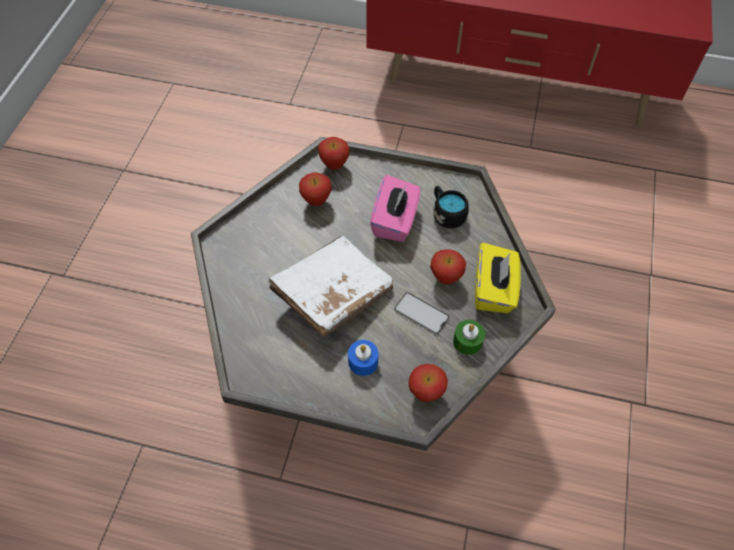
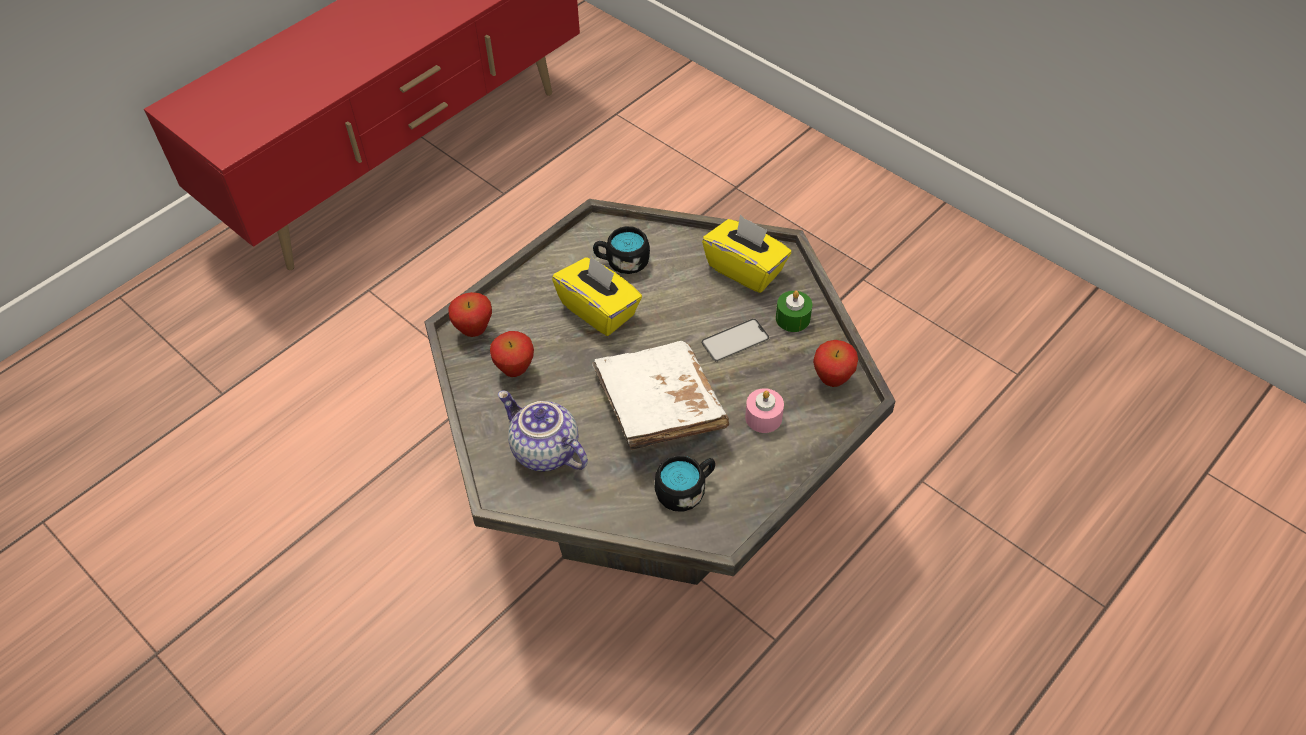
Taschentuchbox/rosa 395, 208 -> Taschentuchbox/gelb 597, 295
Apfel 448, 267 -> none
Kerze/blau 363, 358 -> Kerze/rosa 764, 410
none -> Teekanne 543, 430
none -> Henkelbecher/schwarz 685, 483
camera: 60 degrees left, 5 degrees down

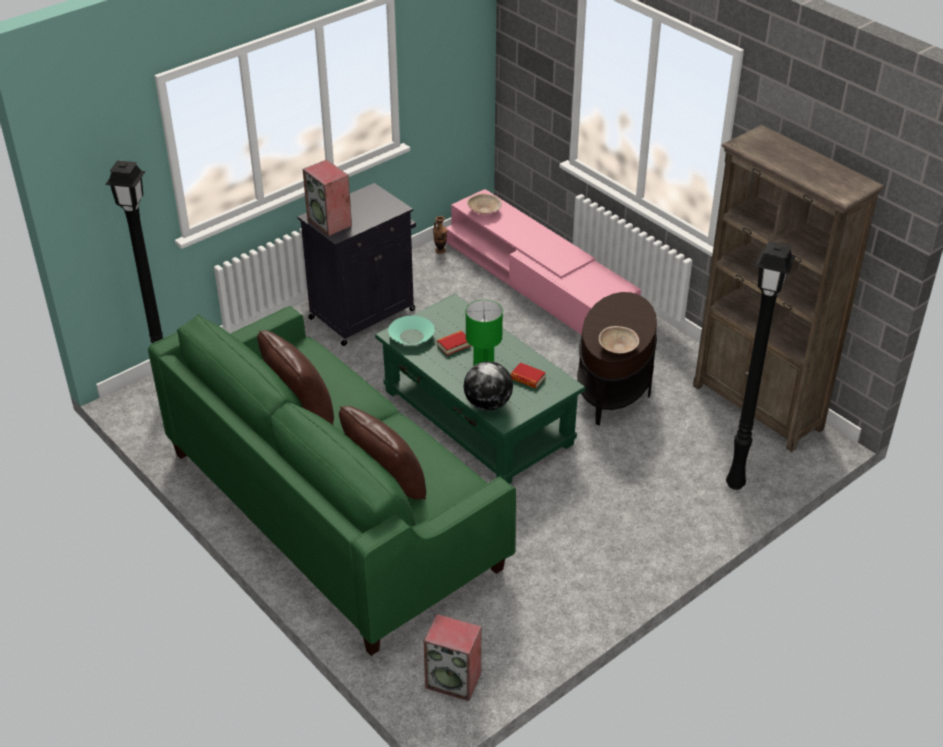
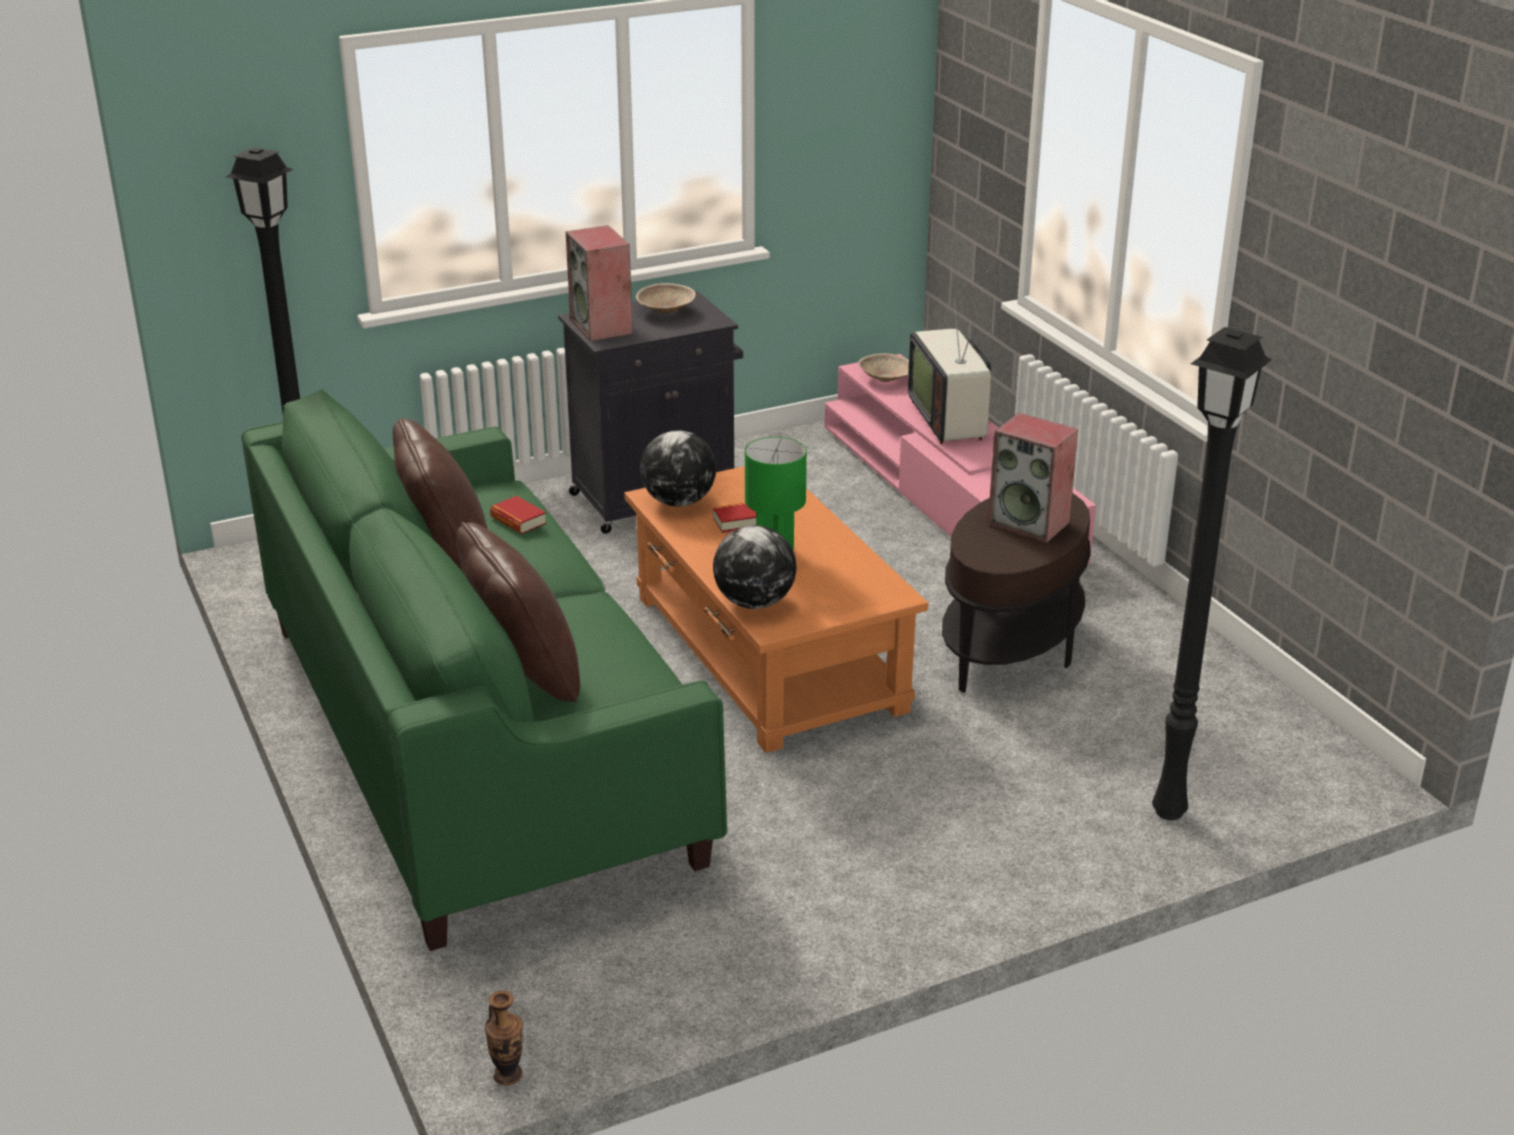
Bücherregal/braun 788, 288 -> none
Vase 440, 235 -> Vase 504, 1038, relocated
Couchtisch/grün 480, 389 -> Couchtisch/orange 776, 609
Schüssel/türkis 411, 330 -> Globus 678, 468
Schüssel/beige 619, 340 -> Schüssel/beige 666, 298, relocated
Buch 528, 375 -> Buch 518, 515, relocated
Lautsprecher 452, 657 -> Lautsprecher 1033, 478, relocated
none -> Fernseher 949, 370
camera: 15 degrees right, 10 degrees down

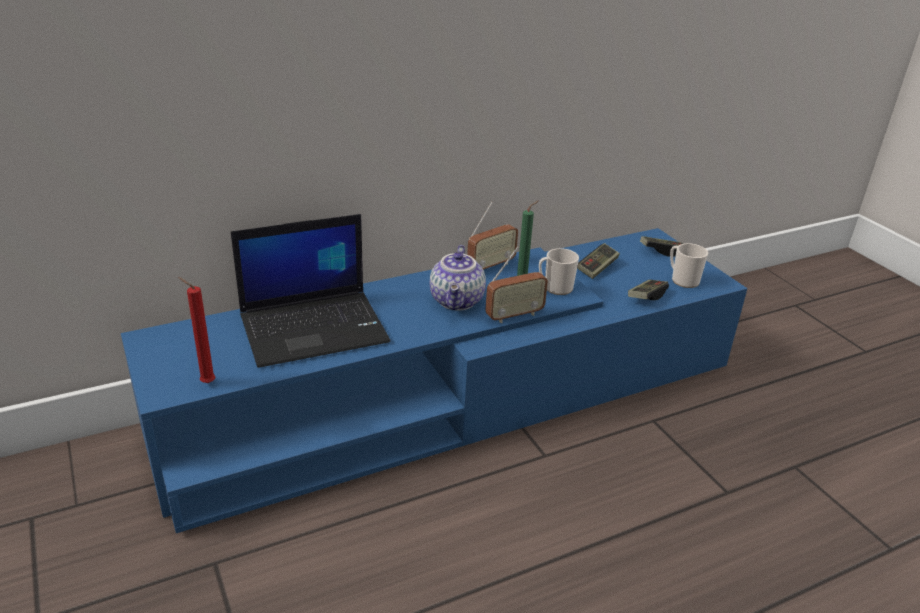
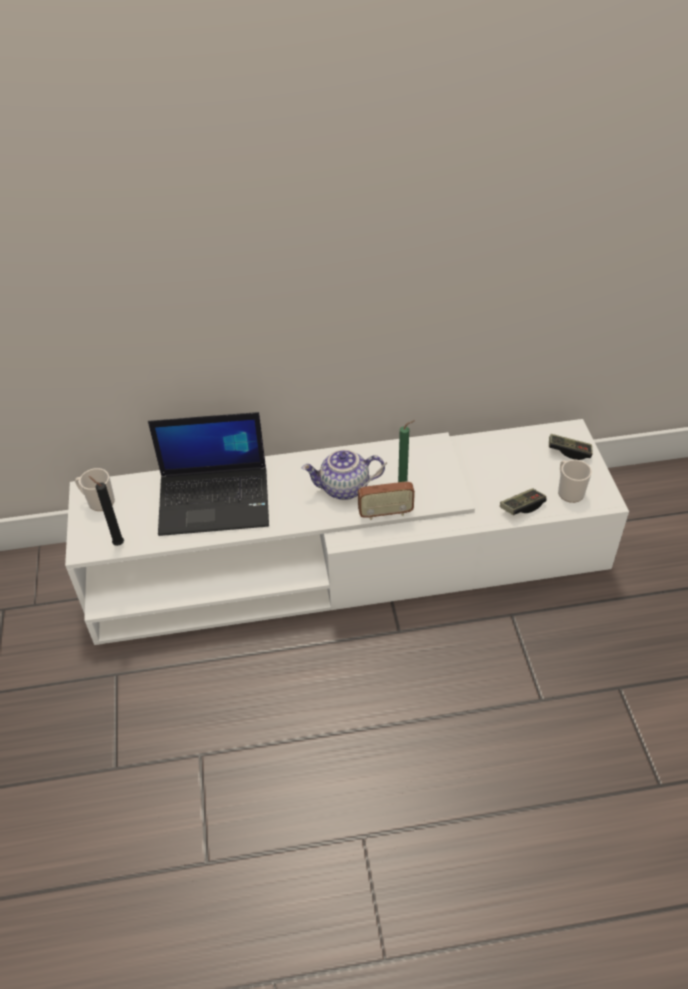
Radio 492, 236 -> none
Fernsehschrank/blau 434, 380 -> Fernsehschrank/weiß 347, 532
Gamepad 598, 261 -> none
Teekanne 458, 277 -> Teekanne 343, 474, 60 degrees clockwise
Henkelbecher 559, 271 -> Henkelbecher 95, 489, relocated
Kerze/rot 197, 330 -> Kerze/schwarz 106, 511
camera: 20 degrees right, 15 degrees up

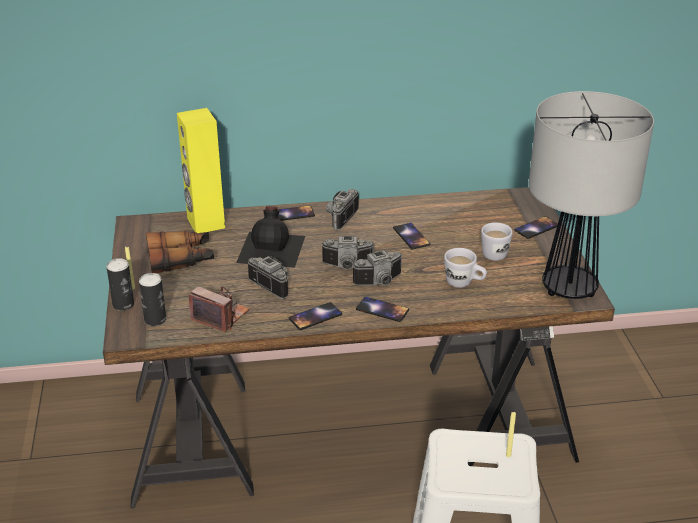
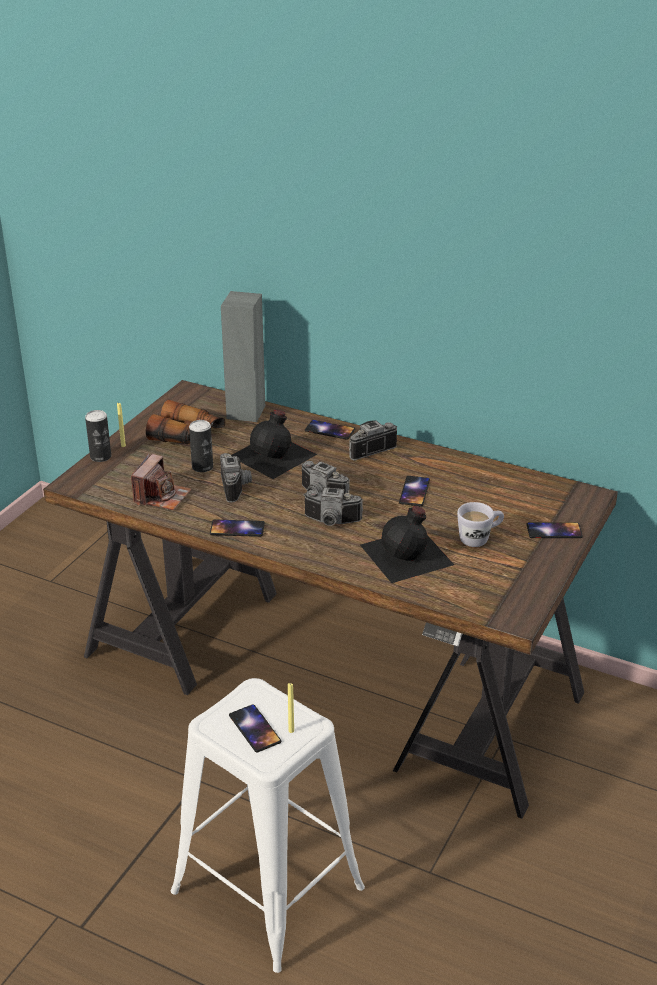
Tischlampe 591, 195 -> none
Lautsprecher/gelb 201, 170 -> Lautsprecher/grau 243, 356
Henkelbecher/weiß 465, 268 -> Flasche/schwarz 407, 544
Dose 152, 299 -> Dose 201, 446, relocated
Kamera 219, 309 -> Kamera 161, 482, 45 degrees clockwise
Handy 382, 309 -> Handy 255, 728, relocated
camera: 35 degrees right, 0 degrees up

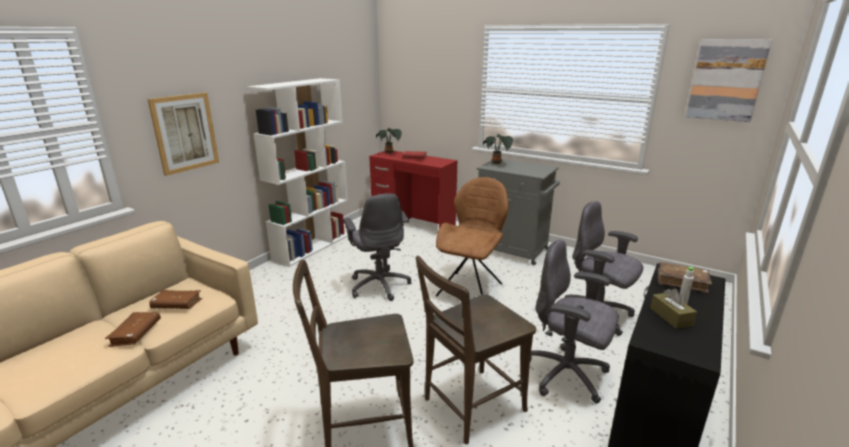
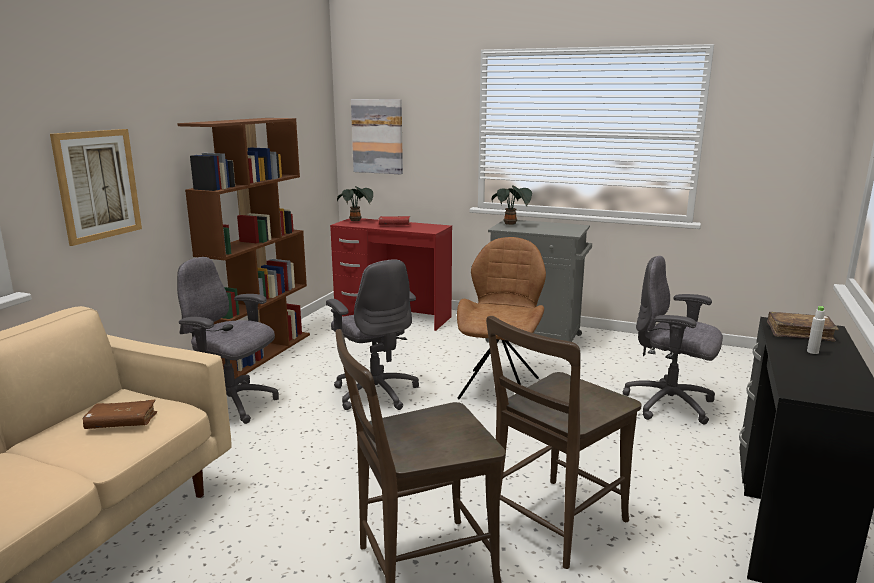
Bild 729, 80 -> Bild 377, 136, relocated
Bücherregal/weiß 297, 172 -> Bücherregal/braun 243, 248
Bürostuhl/grau 574, 322 -> Bürostuhl/grau 228, 340, relocated
Taschentuchbox/braun 673, 309 -> none
Buch/braun 133, 329 -> none
camera: 10 degrees left, 5 degrees down

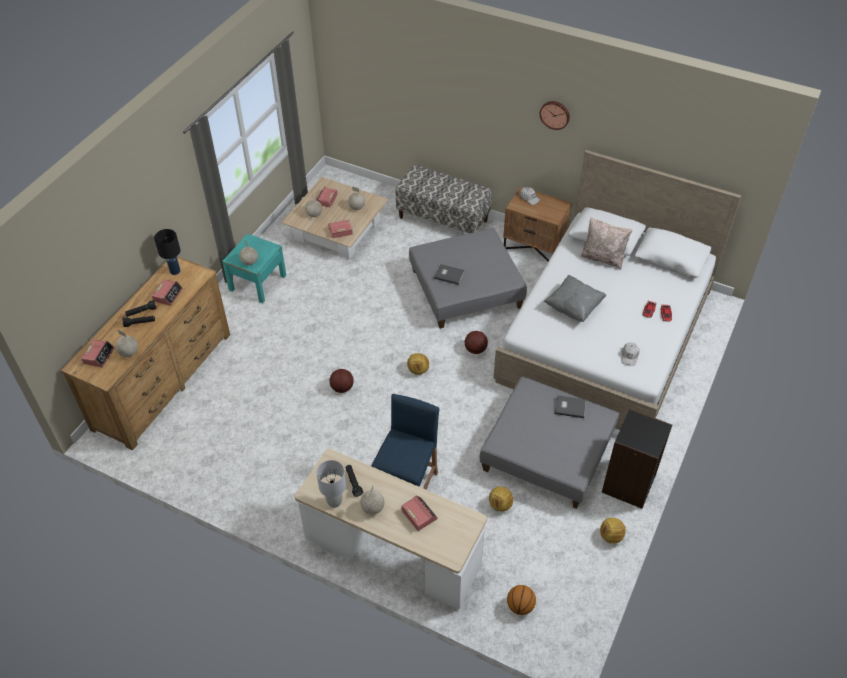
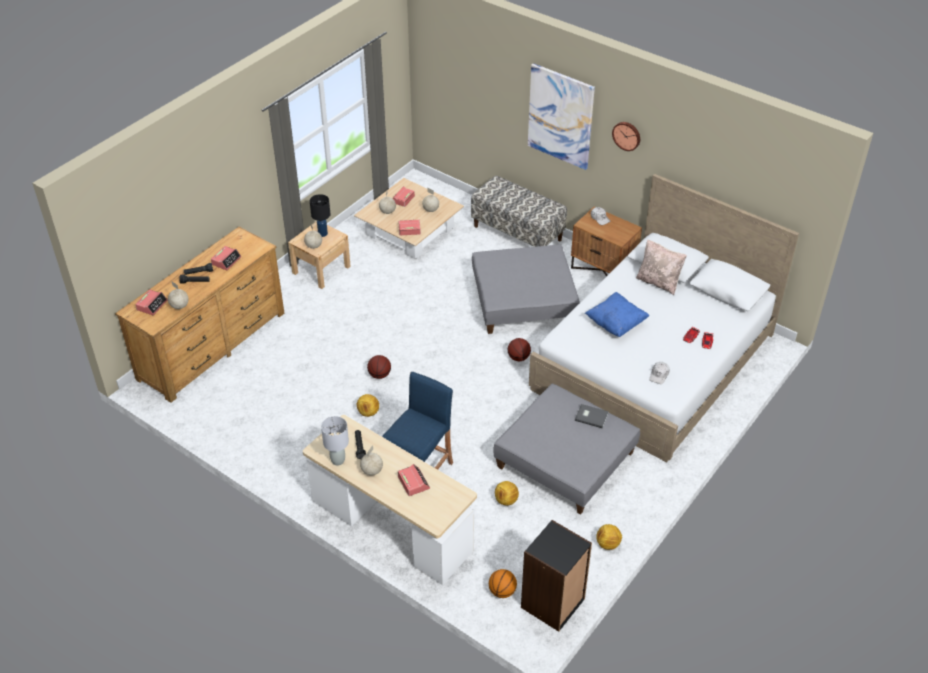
Tischlampe/schwarz 167, 252 -> Tischlampe/schwarz 320, 215, relocated
Nachttisch/türkis 254, 268 -> Nachttisch/beige 319, 255
Buch/grau 449, 274 -> none
Kissen/grau 575, 298 -> Kissen/blau 617, 314
Fußball 418, 364 -> Fußball 368, 405, relocated
Bücherregal/schwarz 637, 459 -> Bücherregal/schwarz 556, 576, relocated
none -> Bild 561, 116
camera: 10 degrees right, 5 degrees down

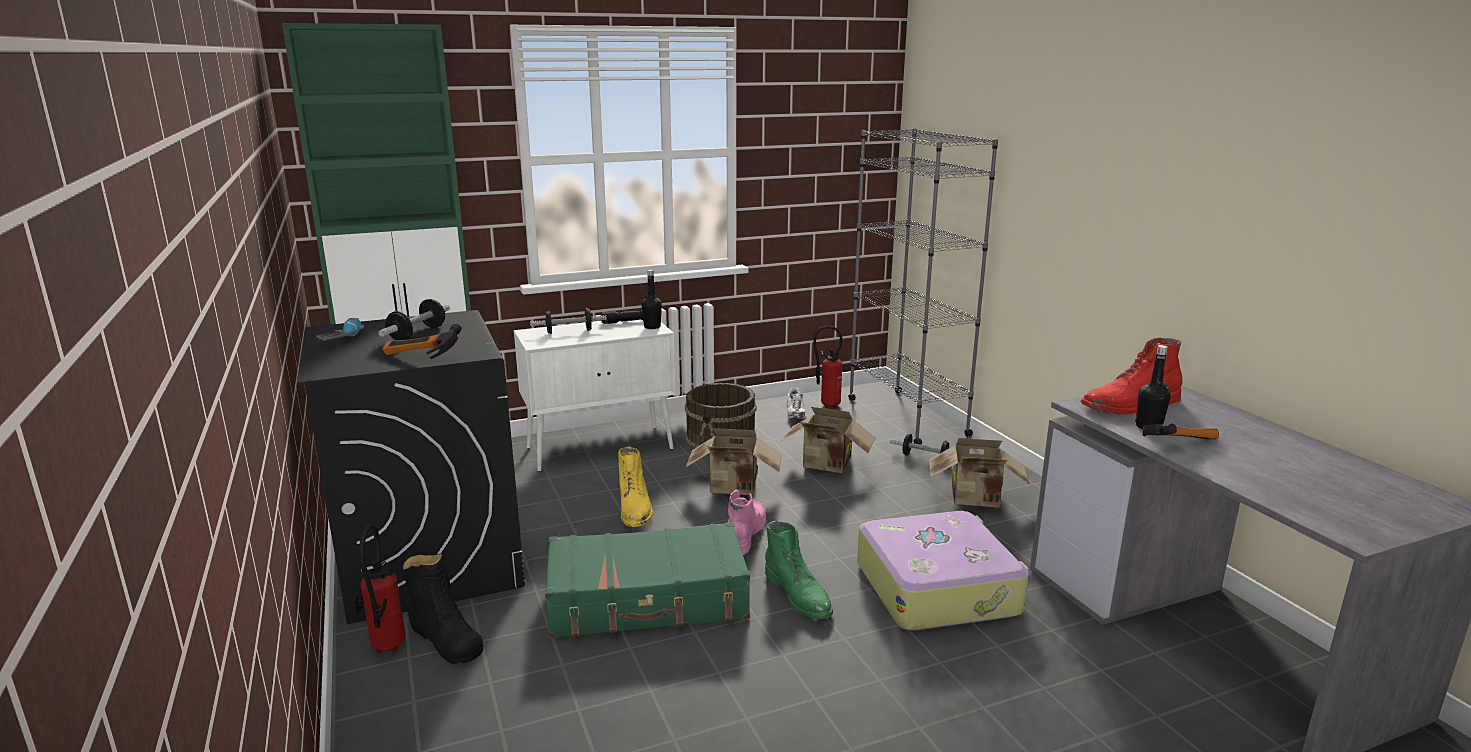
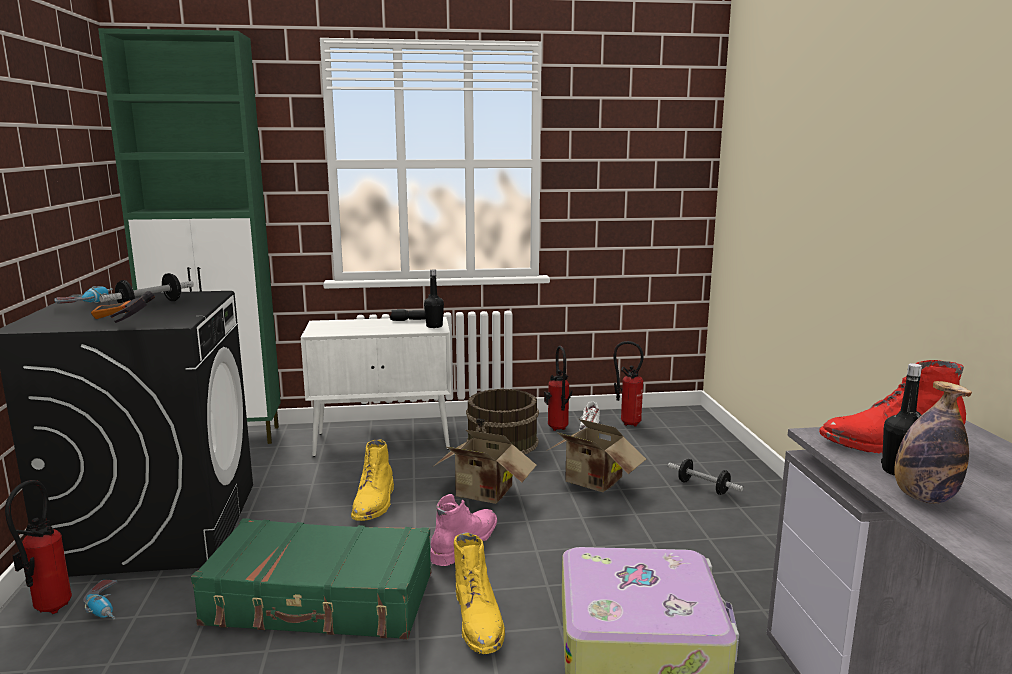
Bücherregal/grau 923, 286 -> none
Hantel 568, 321 -> none
Hammer 1180, 432 -> Flasche 933, 442
Karton 979, 473 -> none
Stiefel/grün 799, 570 -> Stiefel/gelb 479, 593
Stiefel/schwarz 442, 608 -> Bohrmaschine 100, 599
none -> Feuerlöscher 558, 388
camera: 15 degrees right, 5 degrees down

